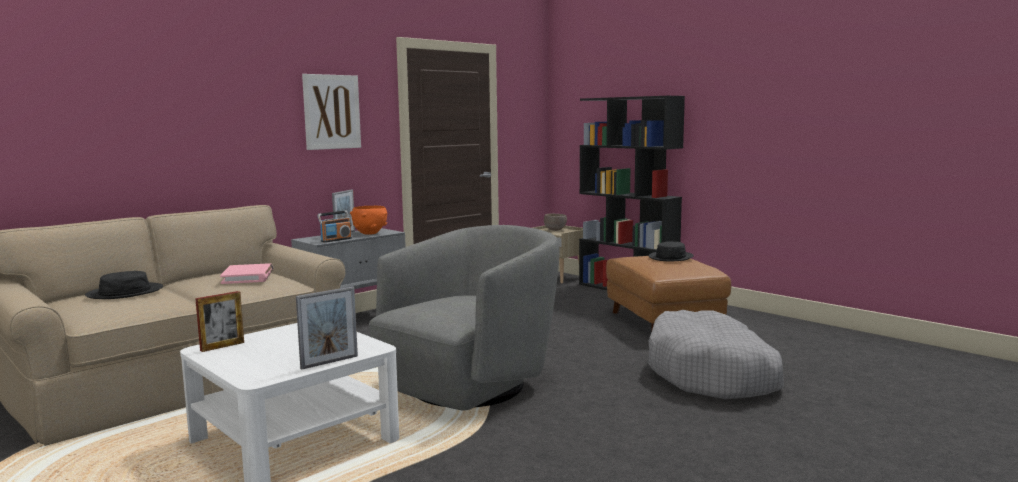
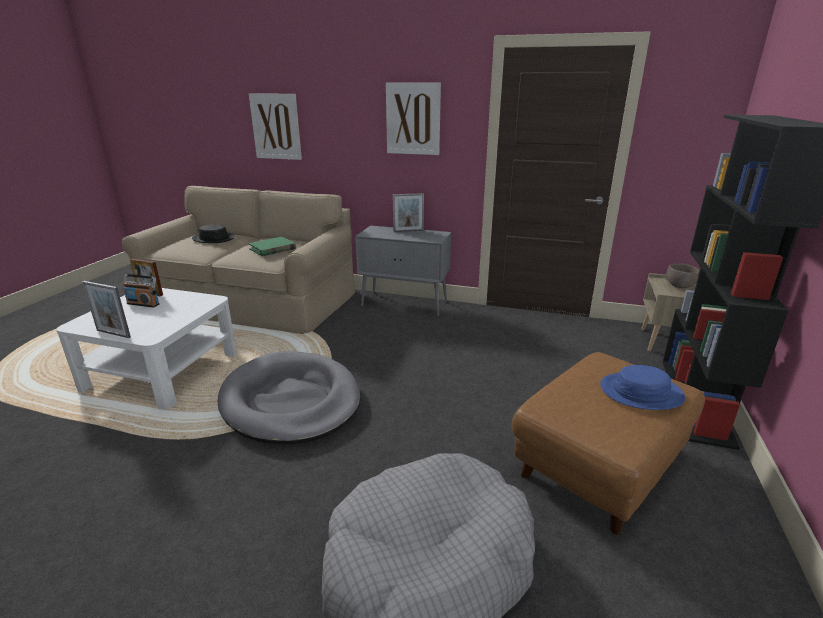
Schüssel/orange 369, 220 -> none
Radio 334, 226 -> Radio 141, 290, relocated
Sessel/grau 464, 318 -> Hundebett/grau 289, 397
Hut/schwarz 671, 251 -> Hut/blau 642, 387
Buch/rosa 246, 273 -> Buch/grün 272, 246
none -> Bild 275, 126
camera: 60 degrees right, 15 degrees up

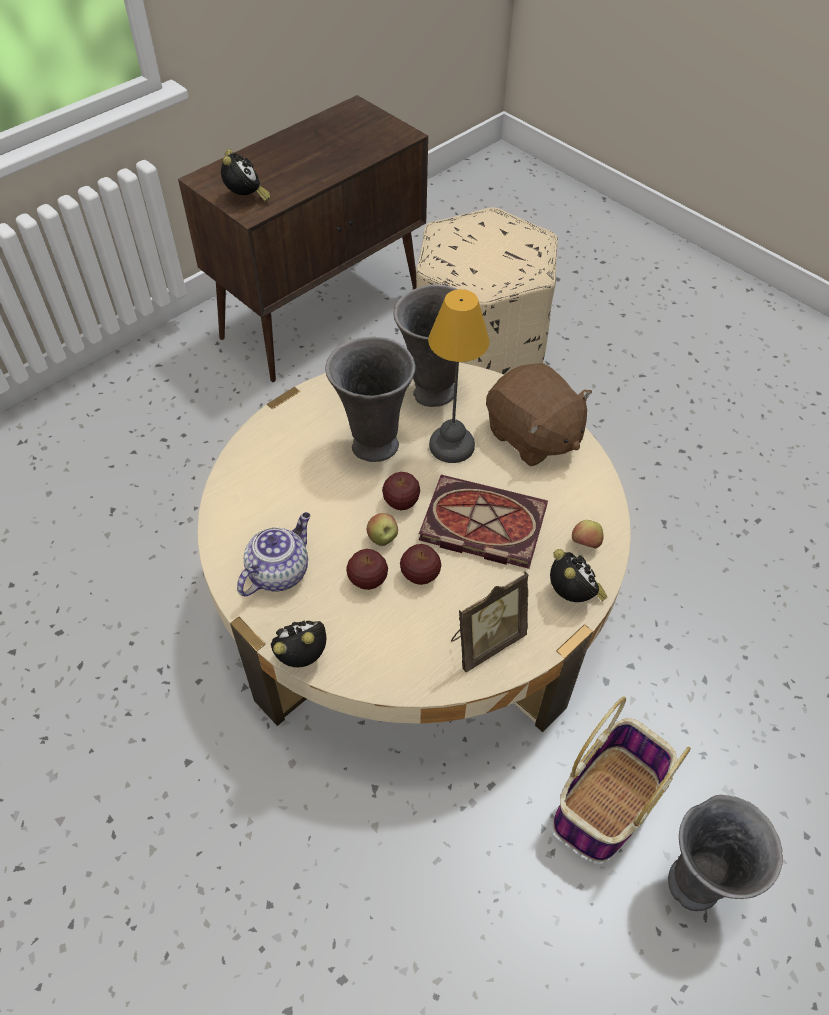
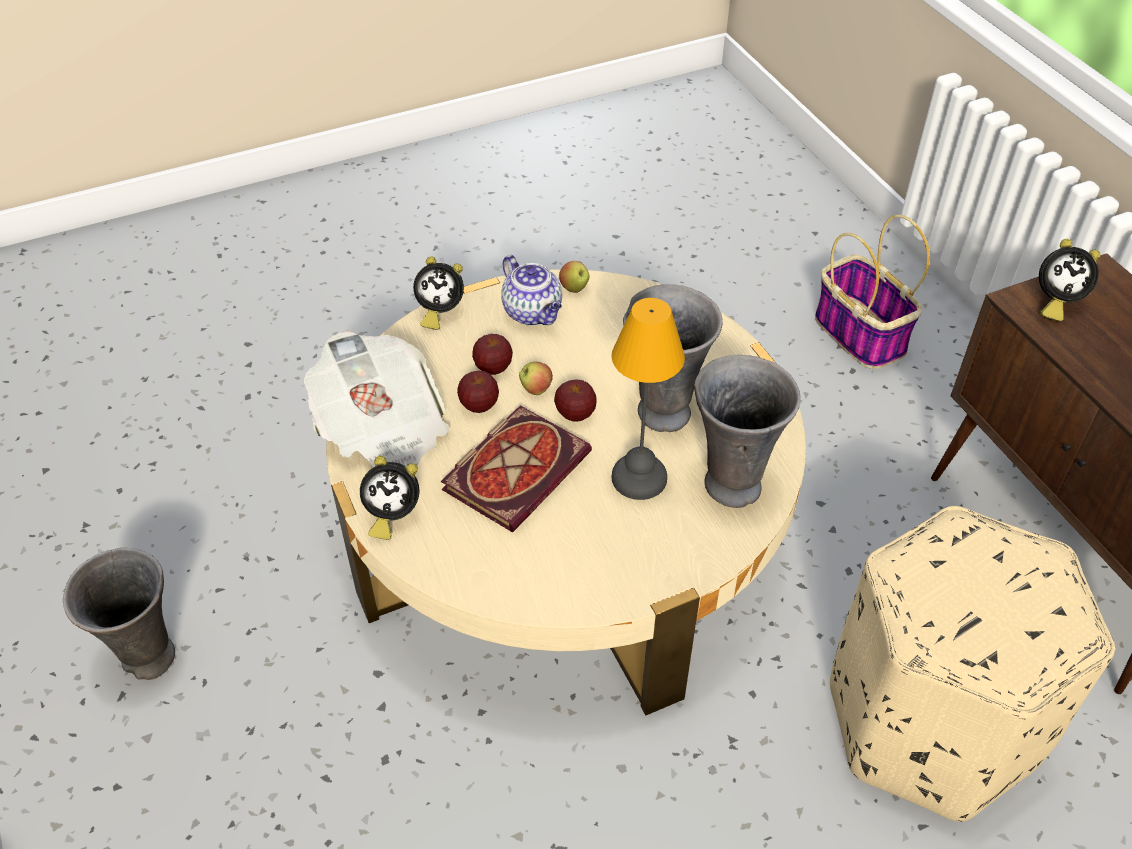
Plüschtier/braun 539, 414 -> none
Apfel 588, 534 -> Apfel 574, 277, relocated
Bilderrahmen 489, 621 -> Zeitung 377, 399
Wecker 299, 644 -> Wecker 438, 293, 90 degrees clockwise
Korb 622, 778 -> Korb 872, 292, relocated
camera: 110 degrees right, 5 degrees down

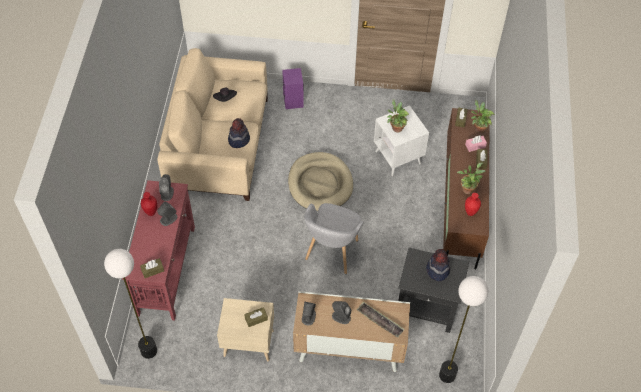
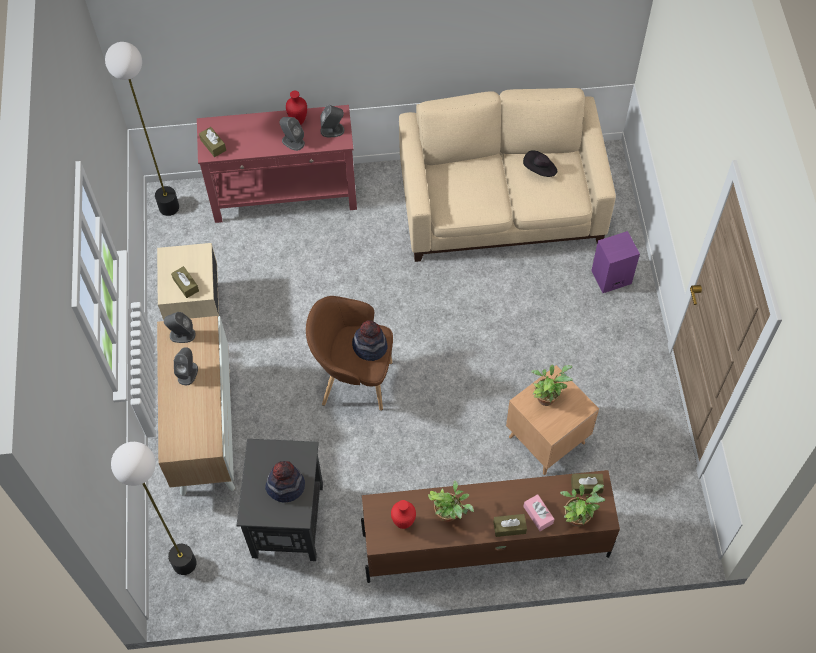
Beistelltisch/weiß 401, 140 -> Beistelltisch/braun 552, 420
Hut 239, 133 -> Hut 369, 340, relocated
Hundebett/beige 320, 181 -> none
Sessel/grau 334, 238 -> Sessel/braun 349, 353
Tablett 380, 319 -> none
camera: 80 degrees right, 5 degrees up

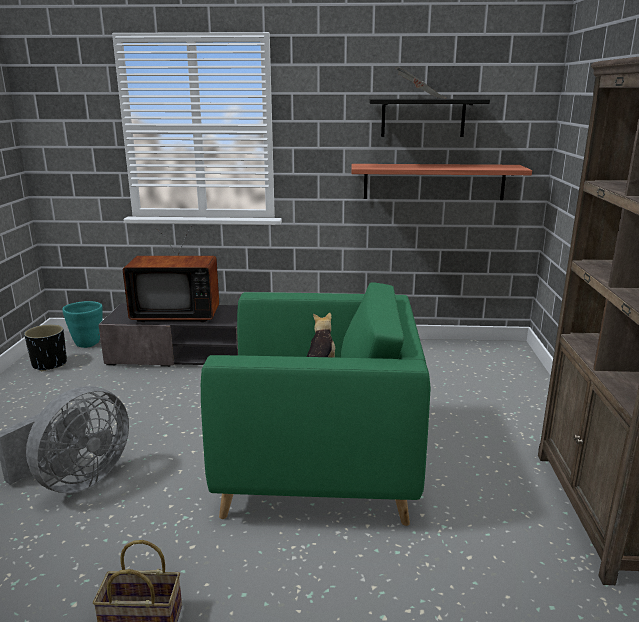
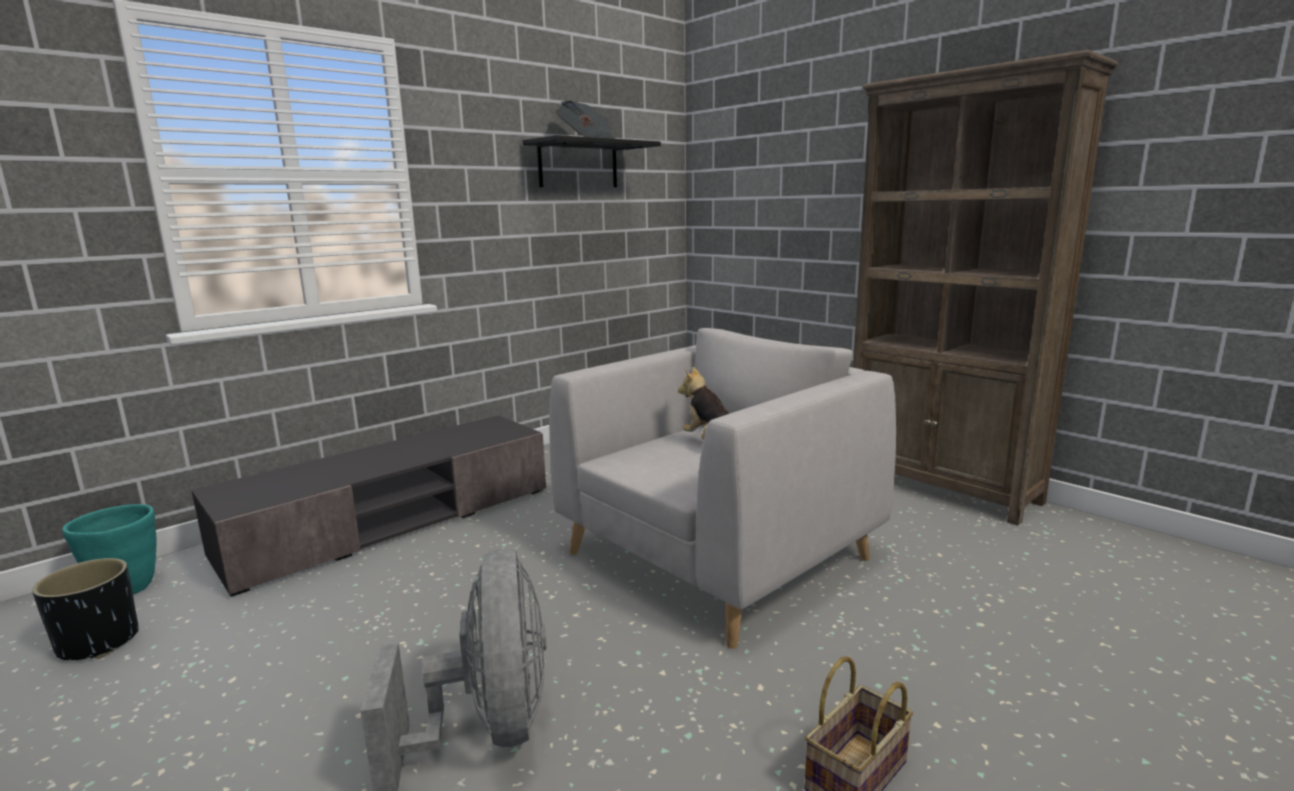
Wandregal 441, 182 -> none
Fernseher 171, 274 -> none
Sessel/grün 316, 404 -> Sessel/grau 722, 488
camera: 45 degrees left, 5 degrees down

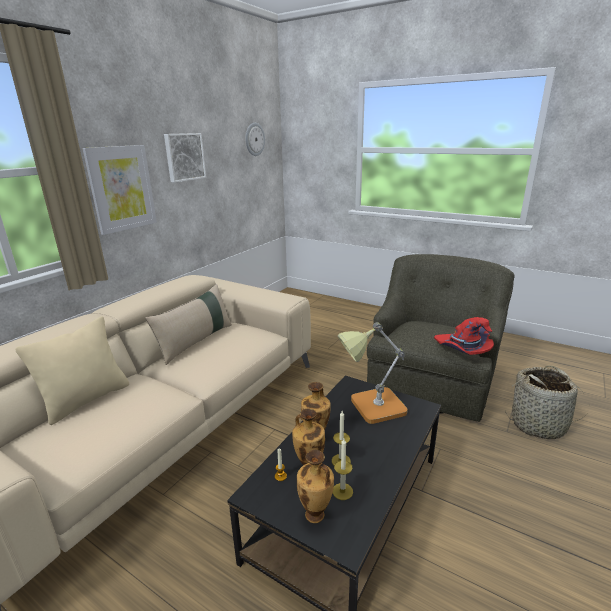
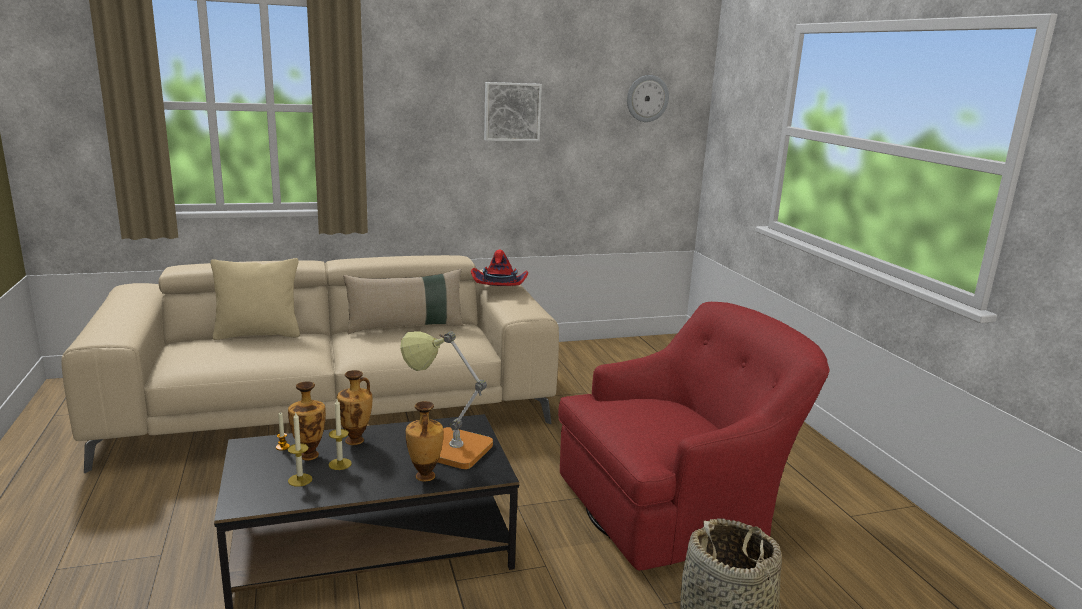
Bild 119, 190 -> none
Sessel/grün 440, 338 -> Sessel/rot 694, 436
Hut/rot 464, 336 -> Hut/rot 499, 267, relocated
Vase 315, 486 -> Vase 424, 441, relocated
camera: 40 degrees right, 5 degrees down

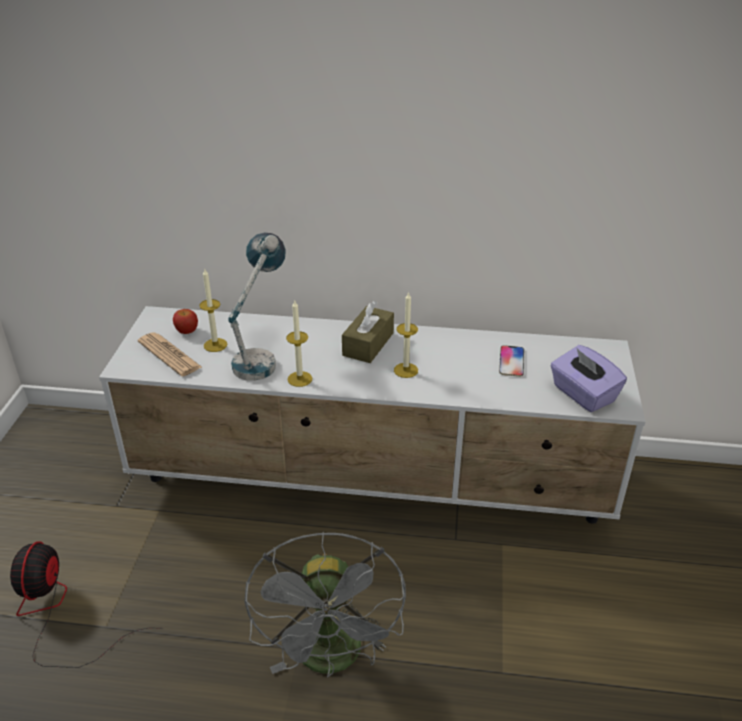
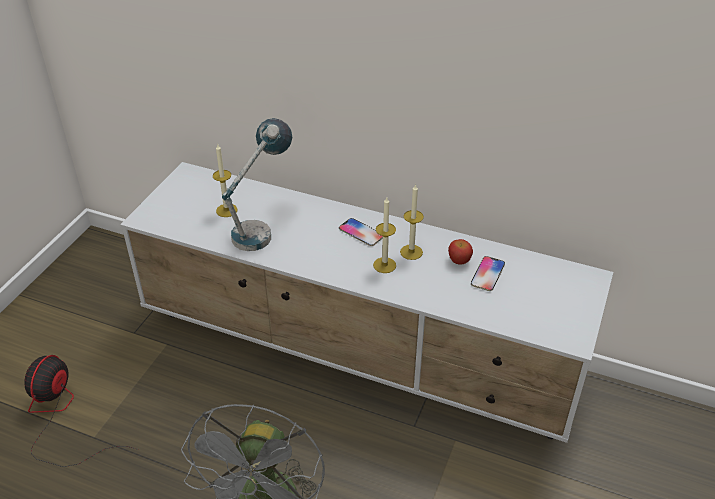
Kerze 299, 344 -> Kerze 412, 222, relocated
Taschentuchbox/braun 368, 332 -> Handy 361, 232
Apfel 185, 321 -> Apfel 460, 252, relocated
Zeitung 170, 354 -> none
Taschentuchbox/lila 588, 378 -> none
camera: 15 degrees right, 5 degrees up

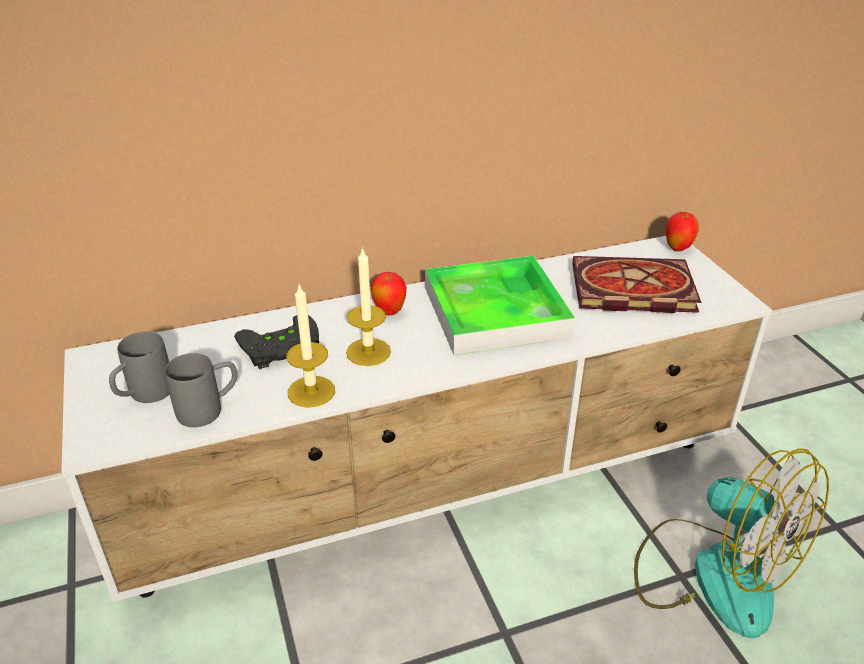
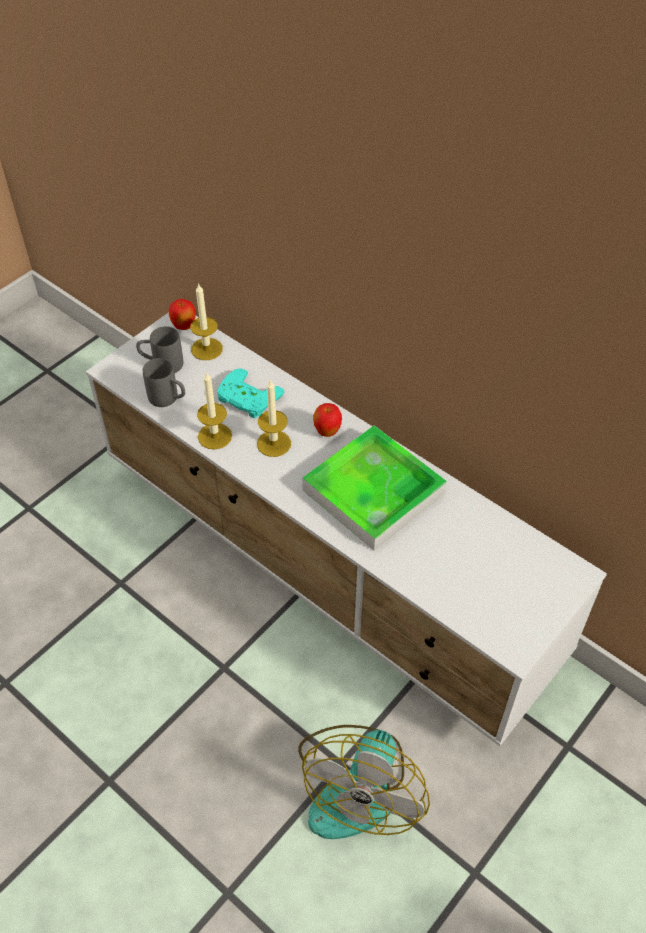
Apfel 682, 231 -> Apfel 182, 314, relocated
Buch 637, 284 -> none
Gamepad/schwarz 276, 342 -> Gamepad/türkis 250, 393
none -> Kerze 206, 321
camera: 60 degrees right, 15 degrees up

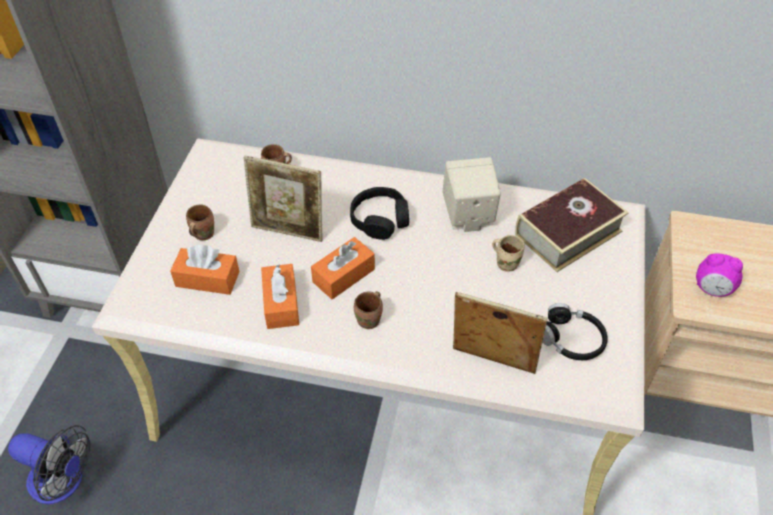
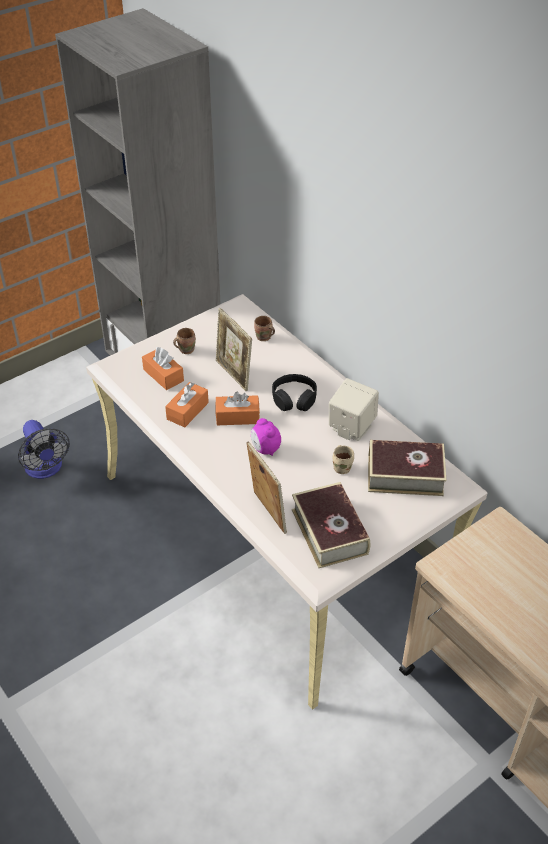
Wecker 719, 275 -> Wecker 266, 437, relocated
Henkelbecher/braun 368, 310 -> none
Kopfhörer/schwarz 575, 331 -> Buch 331, 525
camera: 40 degrees right, 5 degrees down

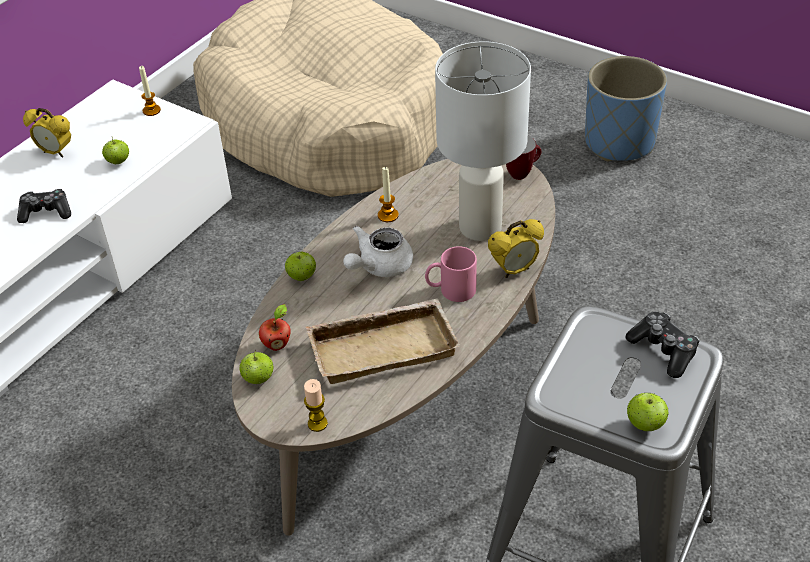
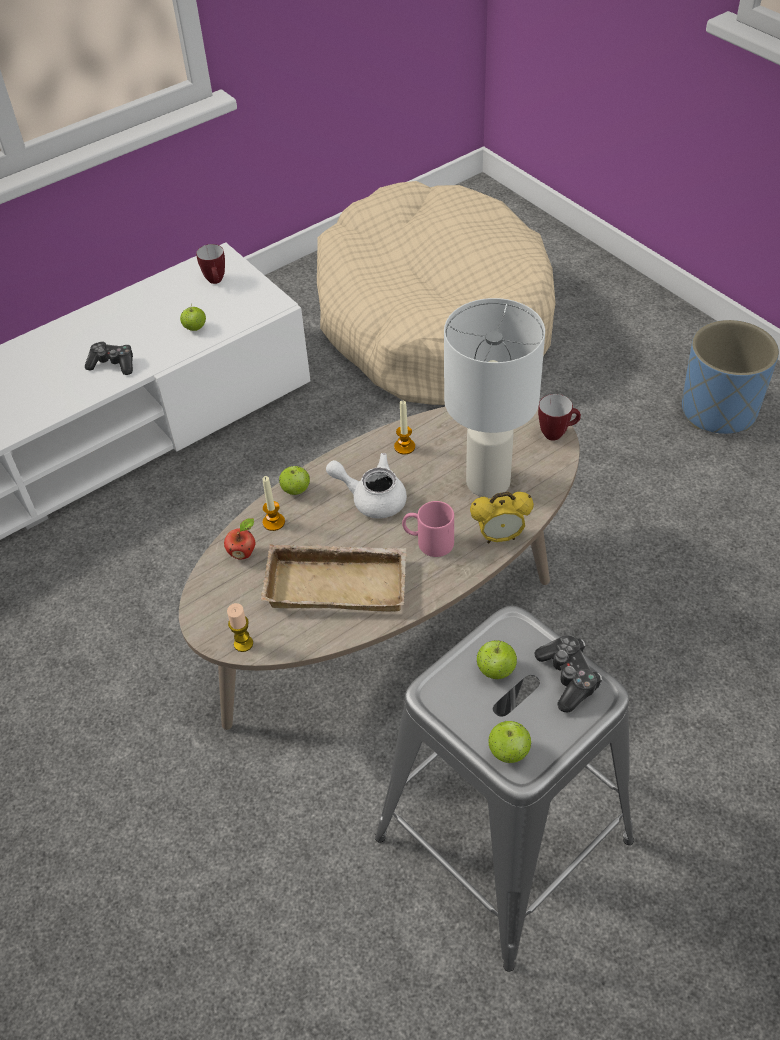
Kerze 150, 91 -> Kerze 273, 503, relocated
Wecker 47, 132 -> none
Teekanne/weiß 378, 251 -> Teekanne/weiß 366, 486, 45 degrees clockwise
Apfel 256, 367 -> Apfel 496, 659, relocated
none -> Henkelbecher 210, 264
camera: 20 degrees right, 5 degrees up

